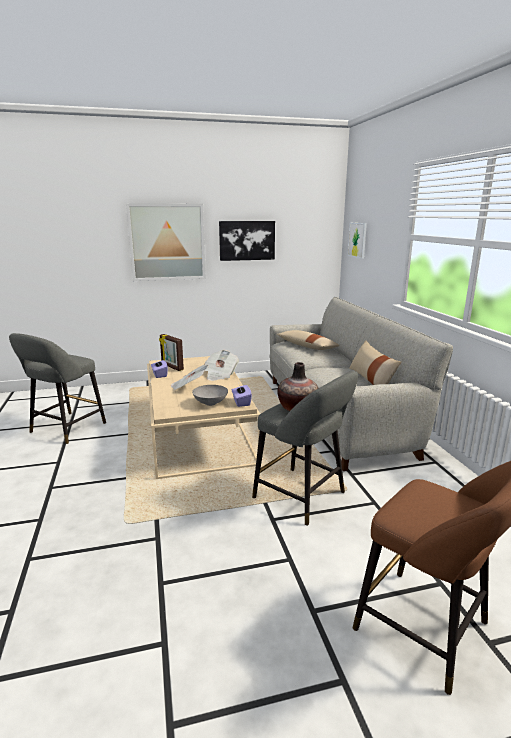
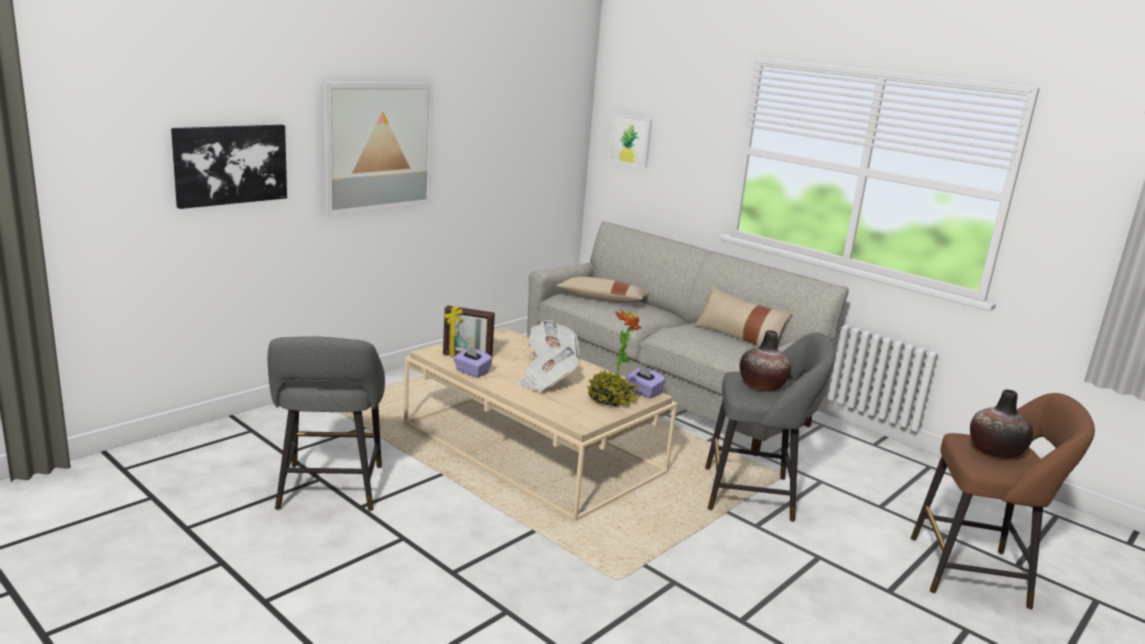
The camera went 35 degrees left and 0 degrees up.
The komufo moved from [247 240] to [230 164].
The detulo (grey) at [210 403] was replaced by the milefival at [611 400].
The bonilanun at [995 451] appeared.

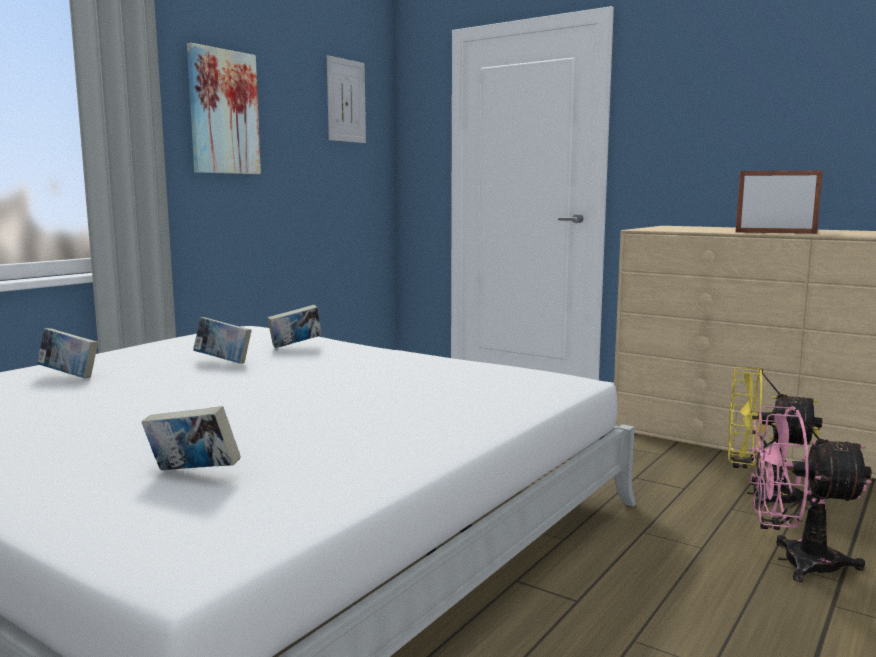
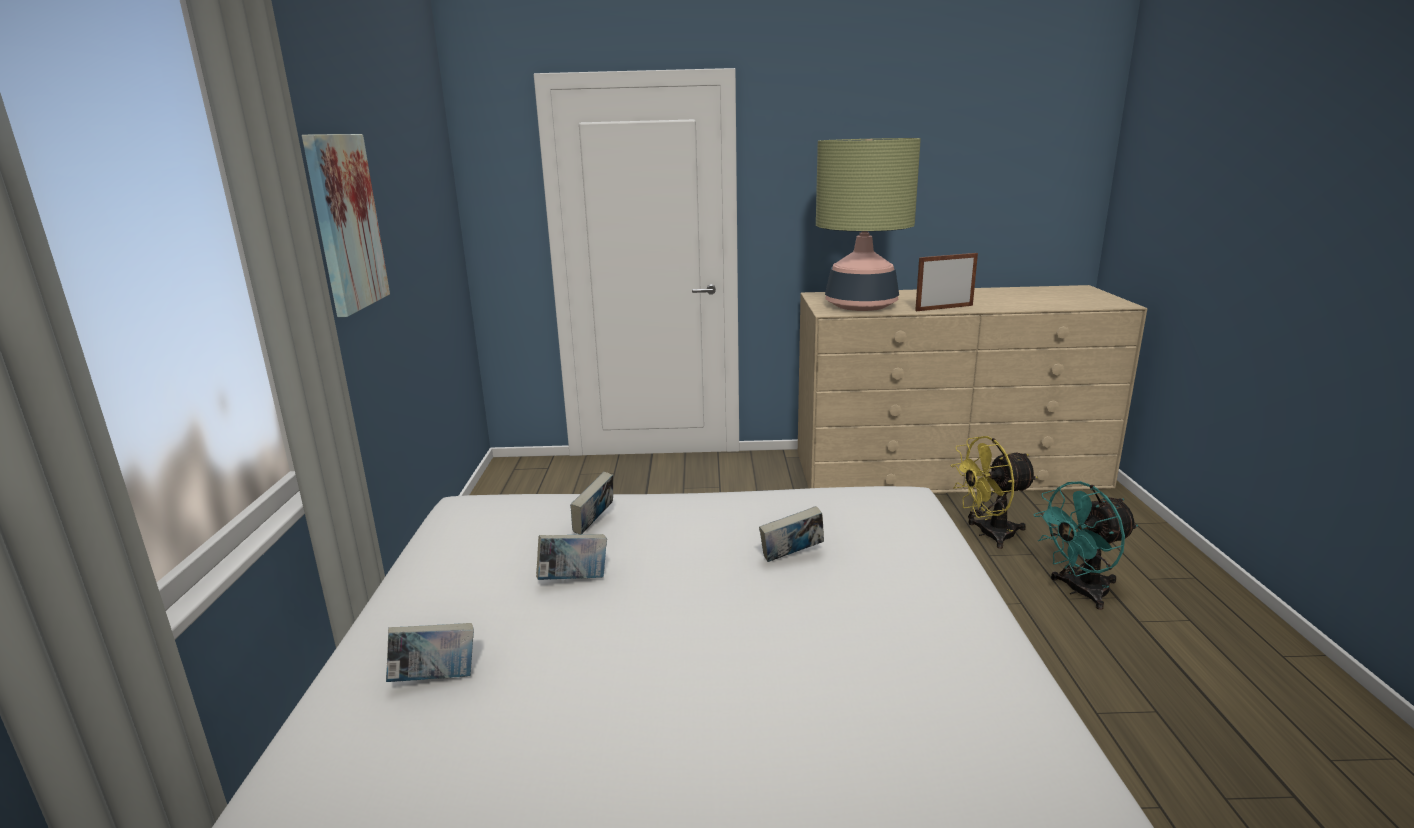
The camera went 35 degrees left and 10 degrees up.
The komufo at [346 100] disappeared.
The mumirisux moved from [193 474] to [791 557].
The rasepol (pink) at [795 562] became the rasepol (turquoise) at [1079 591].
The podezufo at [861 305] appeared.

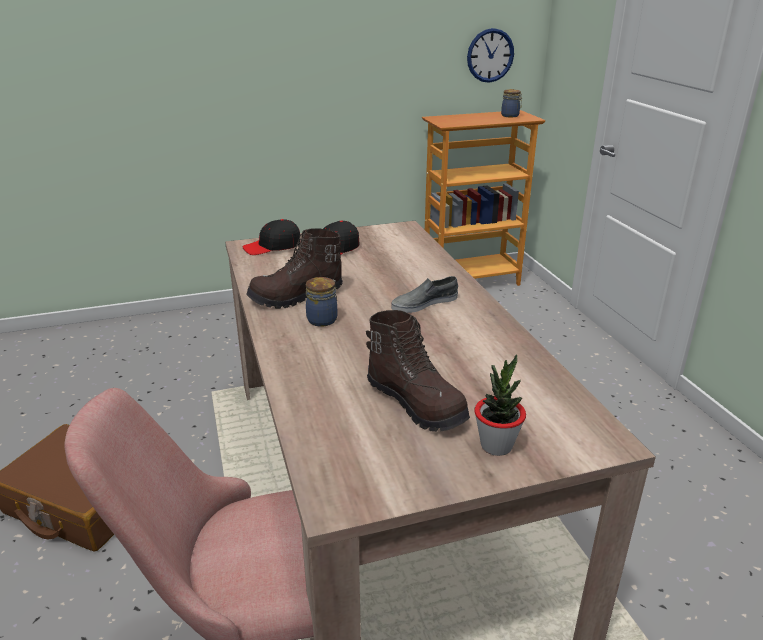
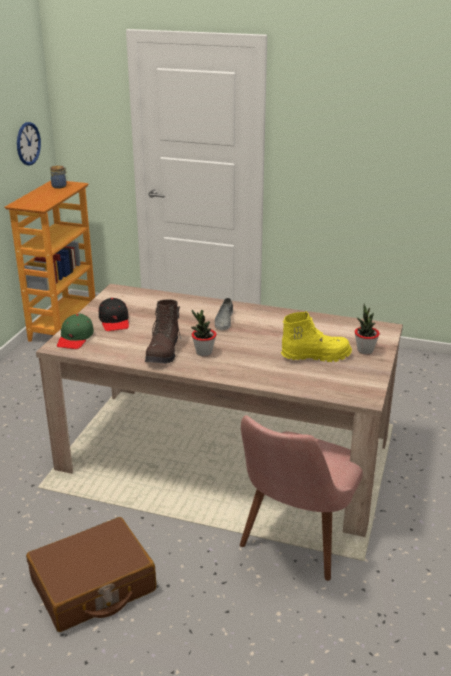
The camera went 55 degrees left and 0 degrees up.
The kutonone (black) at [273 246] became the kutonone (green) at [75 338].
The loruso at [323 319] was replaced by the milefival at [204 352].
The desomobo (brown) at [417 403] became the desomobo (yellow) at [315 356].

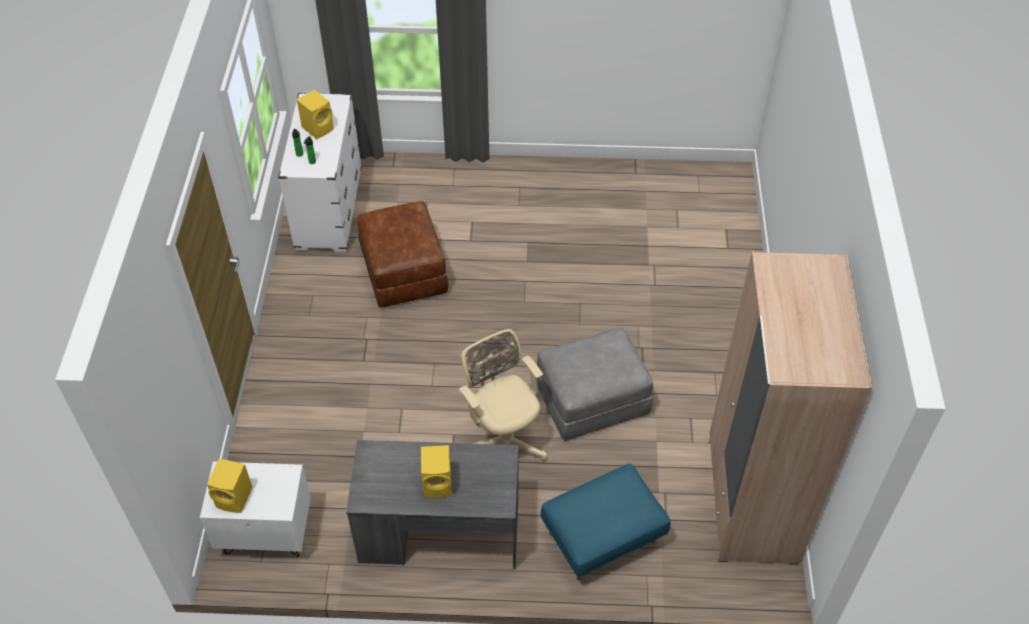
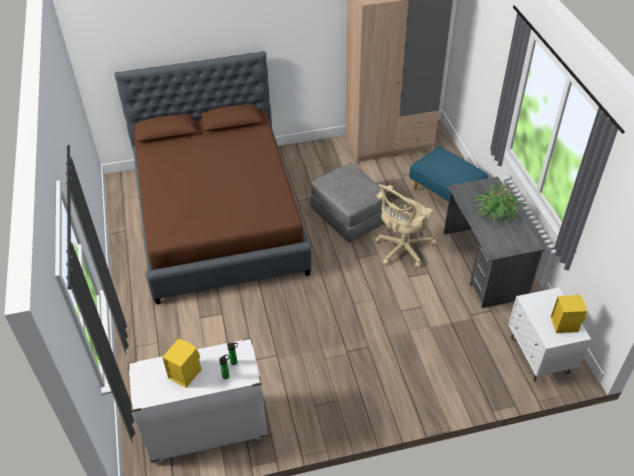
The camera went 105 degrees left and 5 degrees down.
The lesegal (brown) at [404 272] disappeared.
The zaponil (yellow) at [438 483] was replaced by the milefival at [496 212].
The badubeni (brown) at [219 219] appeared.

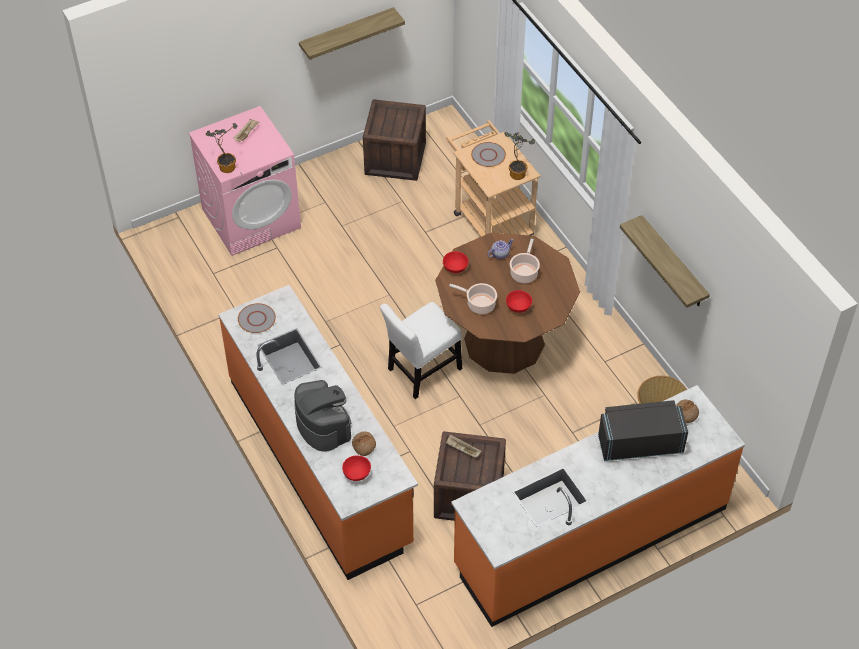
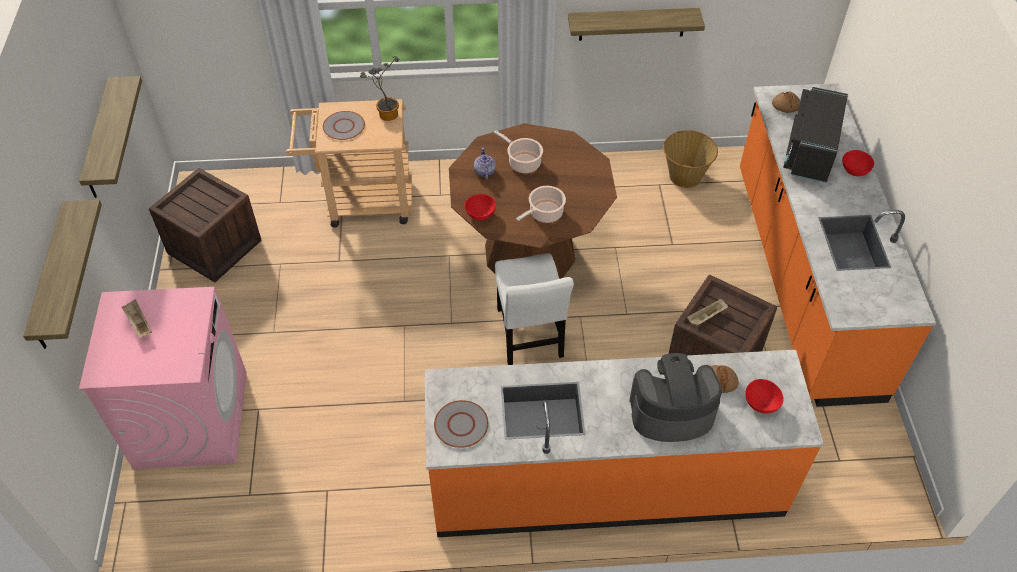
The camera went 65 degrees left and 0 degrees up.
The milefival at [225 166] disappeared.
The detulo (red) moved from [517 307] to [854 171].
The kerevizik at [51 279] appeared.

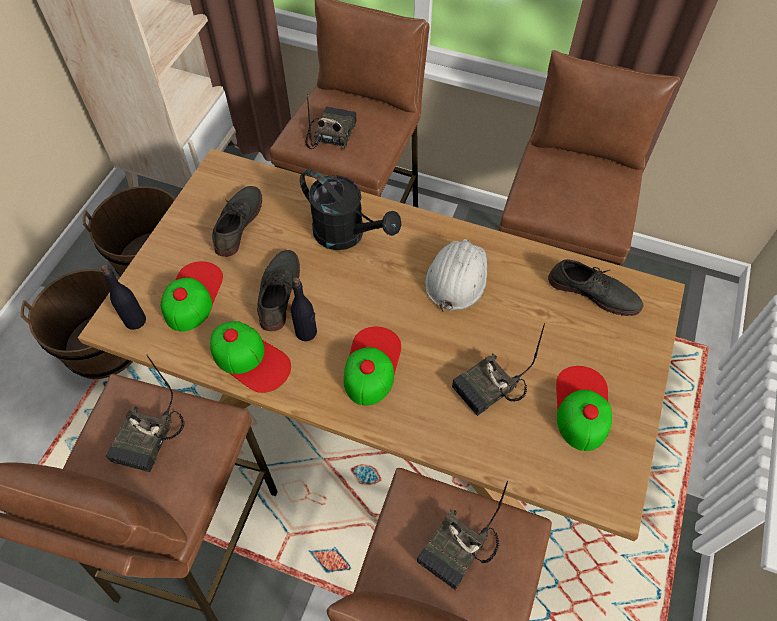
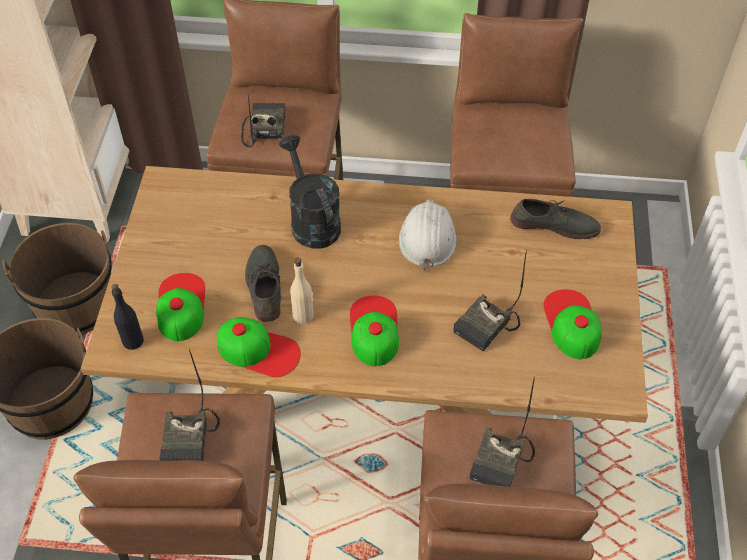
The camera went 15 degrees left and 5 degrees down.
The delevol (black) at [347 235] turned 135 degrees counterclockwise.
The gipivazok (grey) at [238 223] disappeared.
The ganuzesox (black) at [306 332] became the ganuzesox (beige) at [303 315].

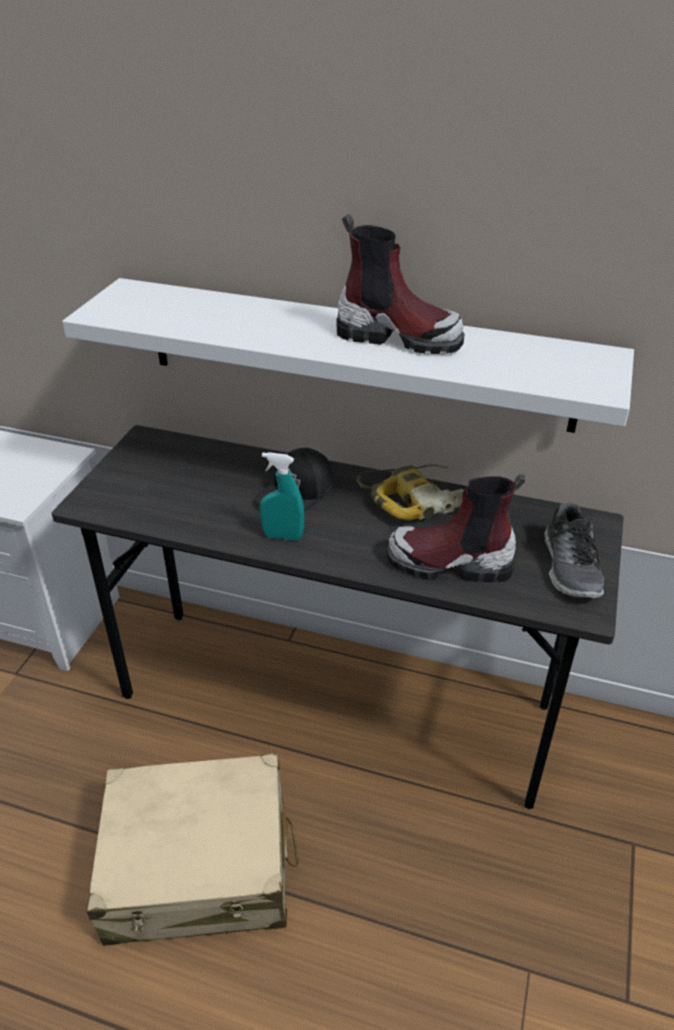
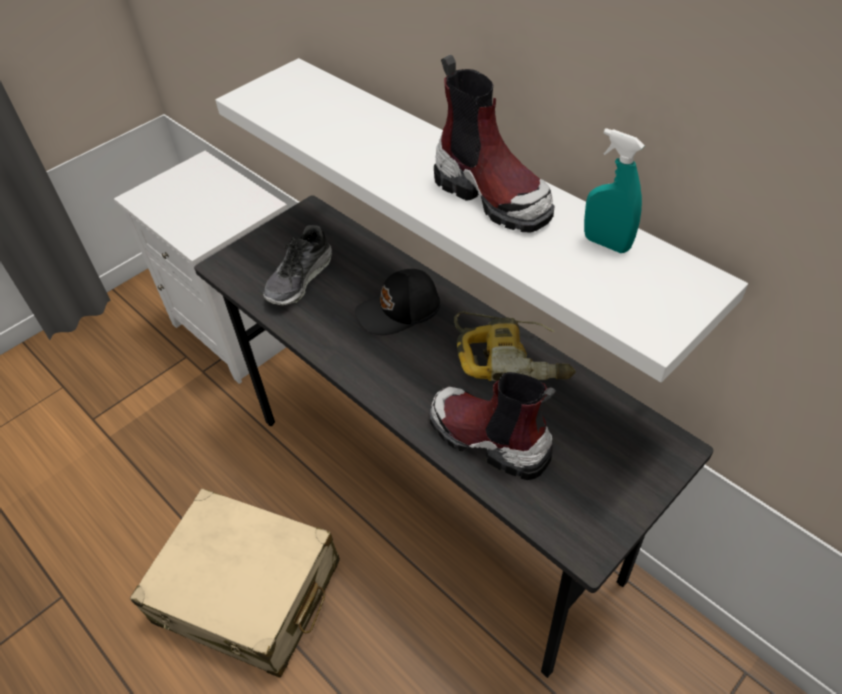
The camera went 30 degrees right and 10 degrees up.
The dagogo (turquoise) moved from [283 536] to [606 243].
The gipivazok moved from [571 567] to [300 279].

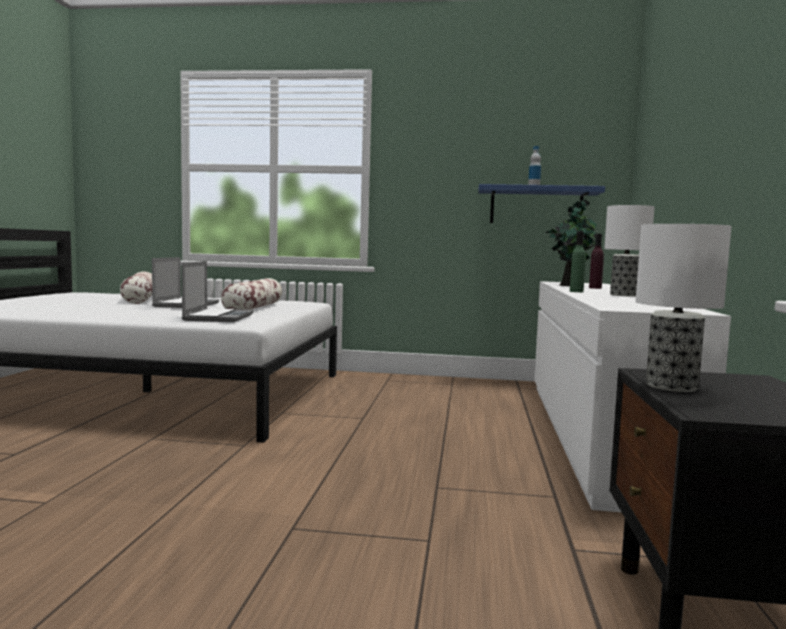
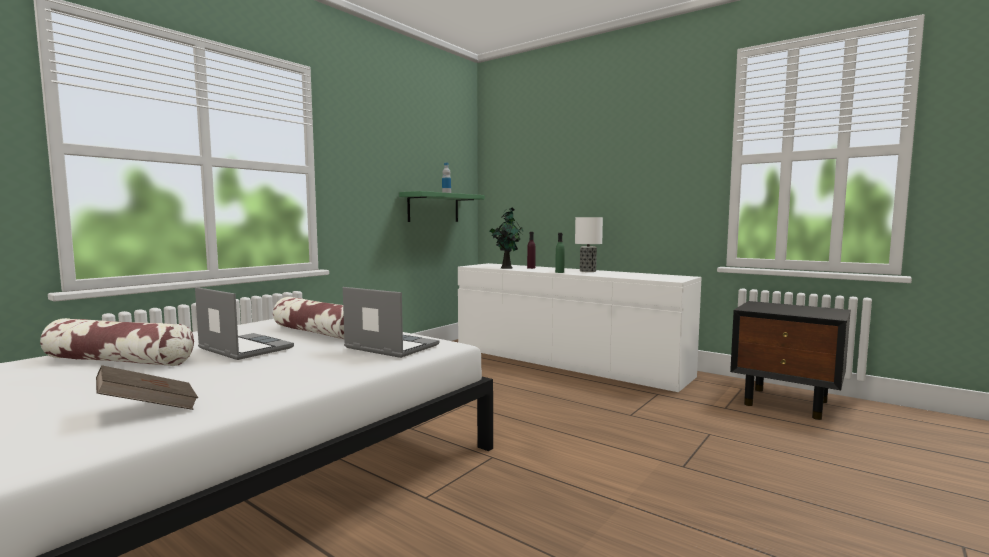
The camera went 60 degrees left and 0 degrees up.
The kerevizik (blue) at [536 206] became the kerevizik (green) at [433 208].
The podezufo at [671 386] disappeared.
The mumirisux (brown) at [148 409] appeared.

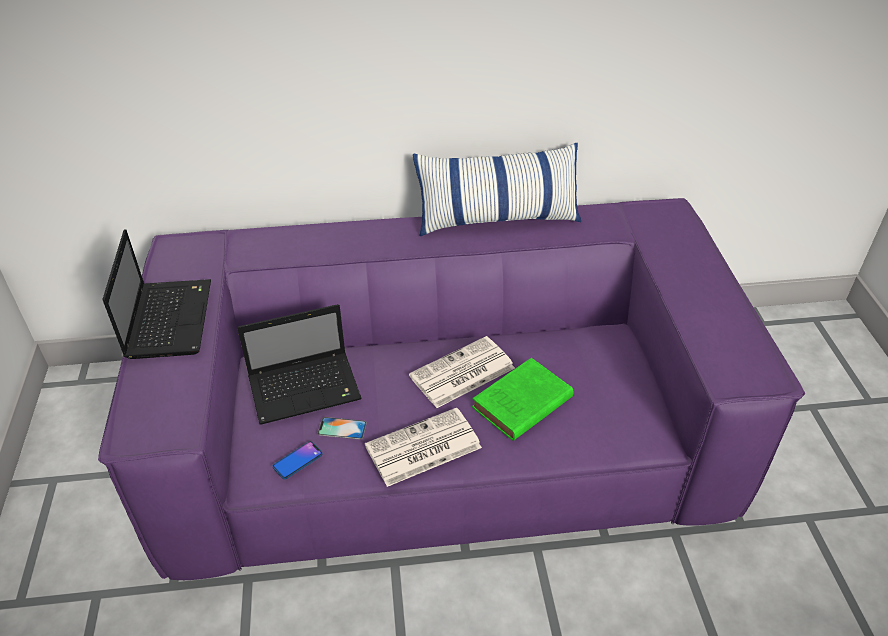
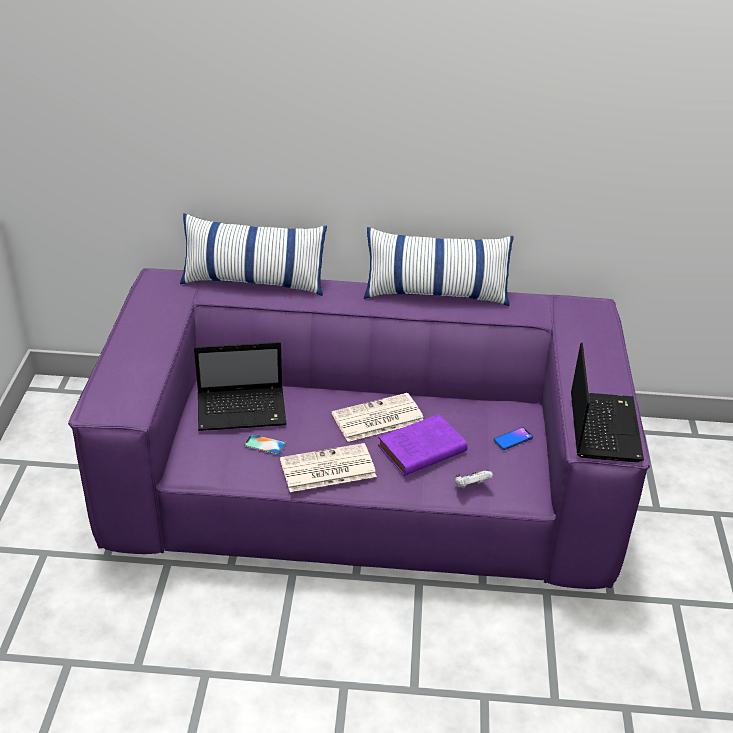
The camera went 10 degrees right and 5 degrees down.
The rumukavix moved from [169 318] to [603 426].
The mumirisux (green) at [520 404] became the mumirisux (purple) at [420 450].
The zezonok moved from [297 460] to [513 439].
The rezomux at [253 281] appeared.
The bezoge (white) at [471 486] appeared.

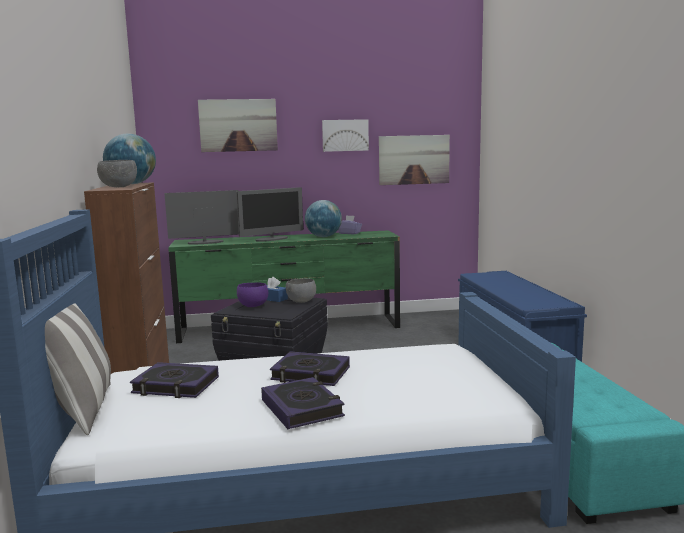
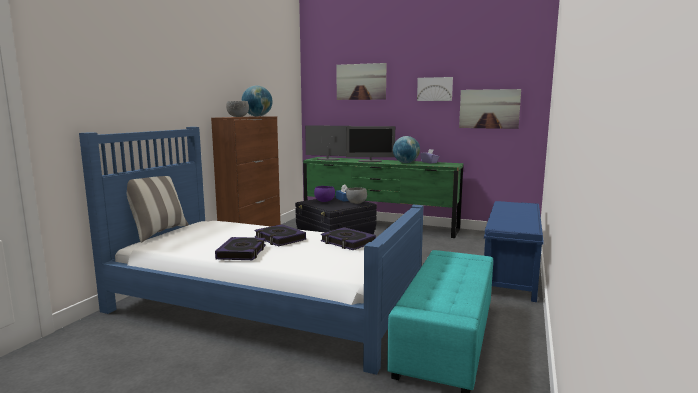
The camera went 30 degrees right and 0 degrees up.
The mumirisux moved from [176 386] to [347 242].

